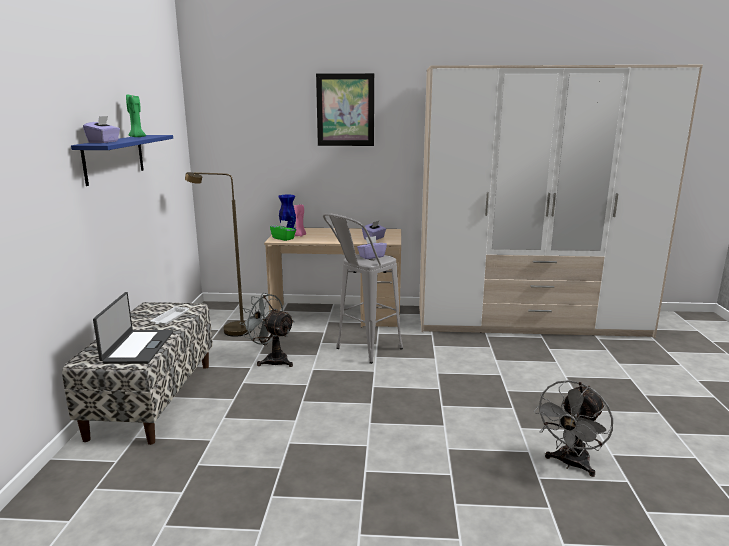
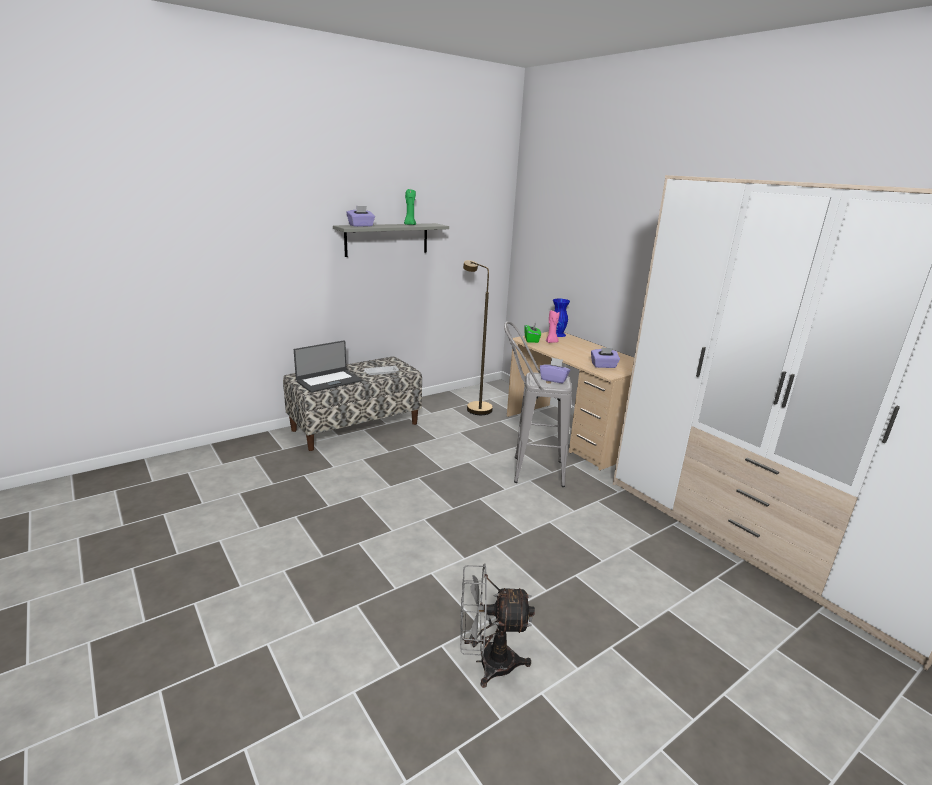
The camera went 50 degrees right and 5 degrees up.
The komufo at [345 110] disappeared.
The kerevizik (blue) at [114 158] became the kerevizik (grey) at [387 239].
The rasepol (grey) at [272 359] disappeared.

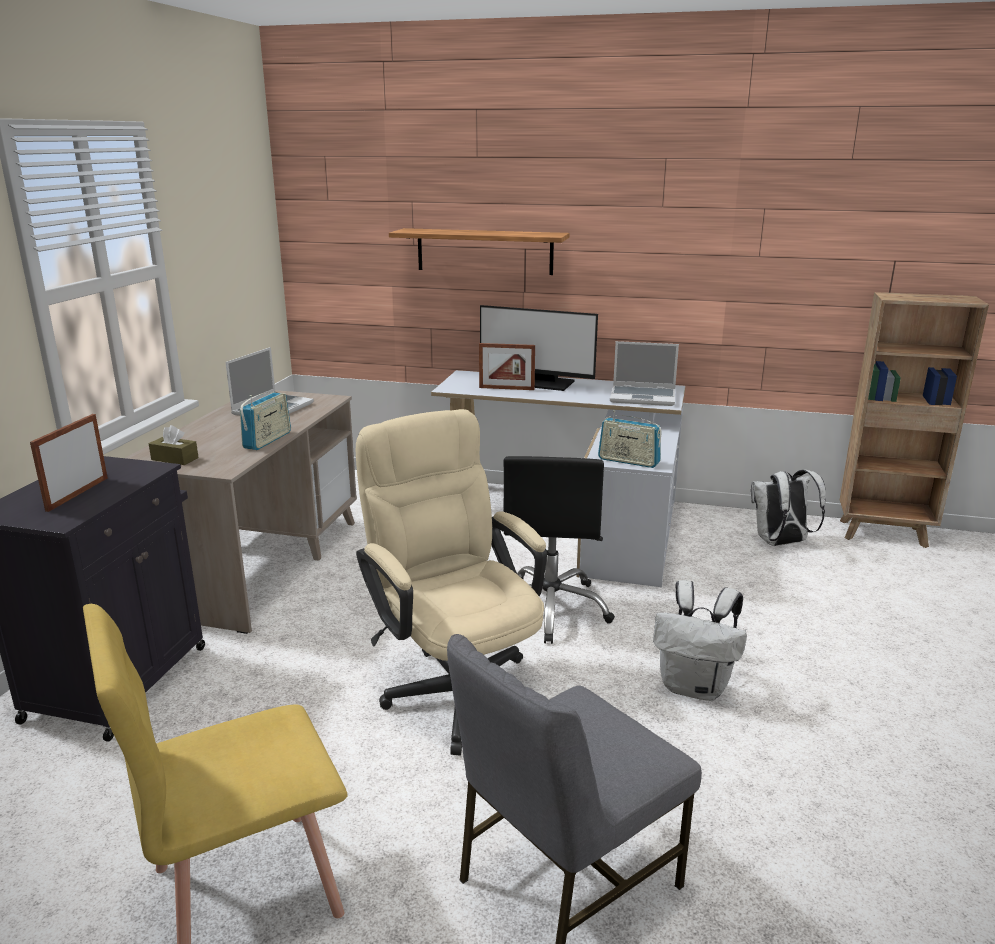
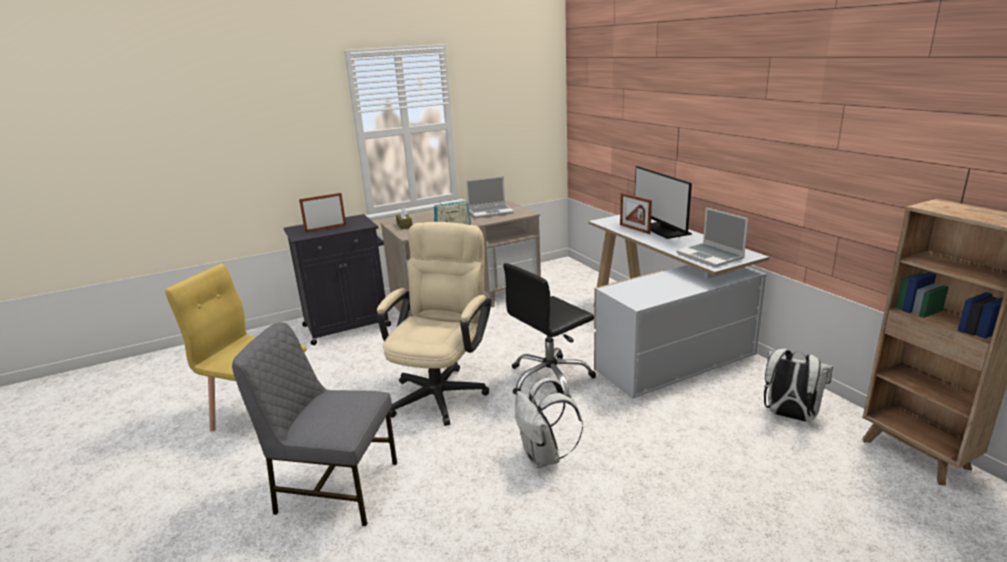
The camera went 50 degrees right and 0 degrees up.
The kerevizik at [484 251] disappeared.
The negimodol at [628 461] disappeared.

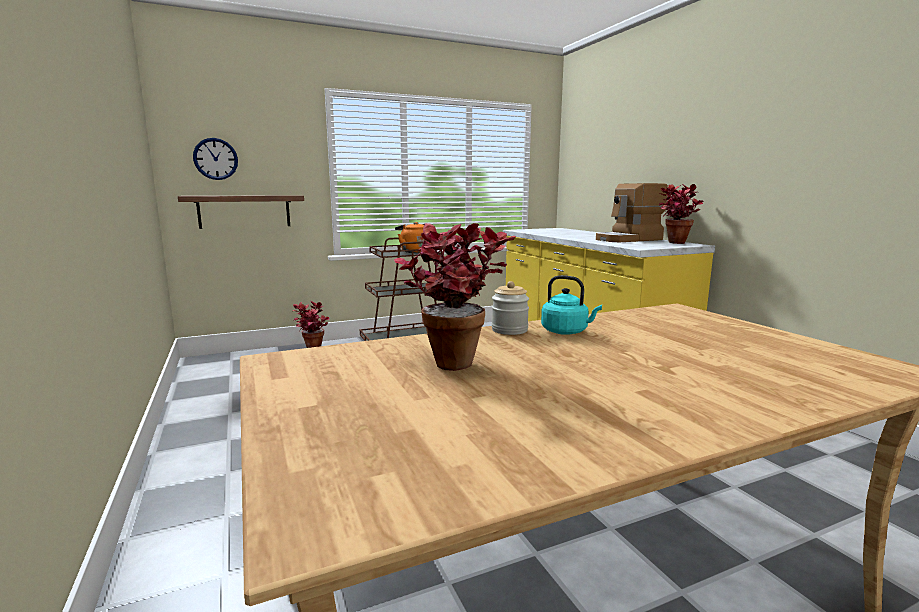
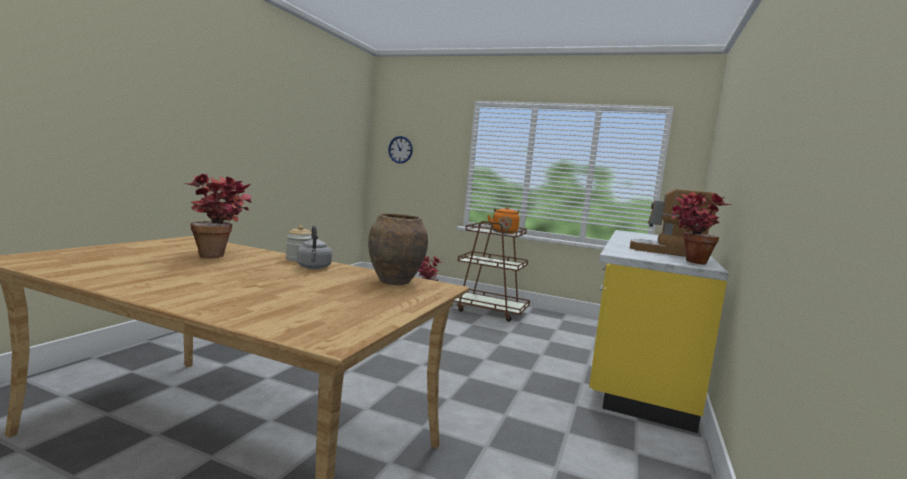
The camera went 45 degrees right and 5 degrees down.
The kerevizik at [244 211] disappeared.
The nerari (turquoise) at [567 332] became the nerari (grey) at [314 268].
The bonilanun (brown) at [394 282] appeared.

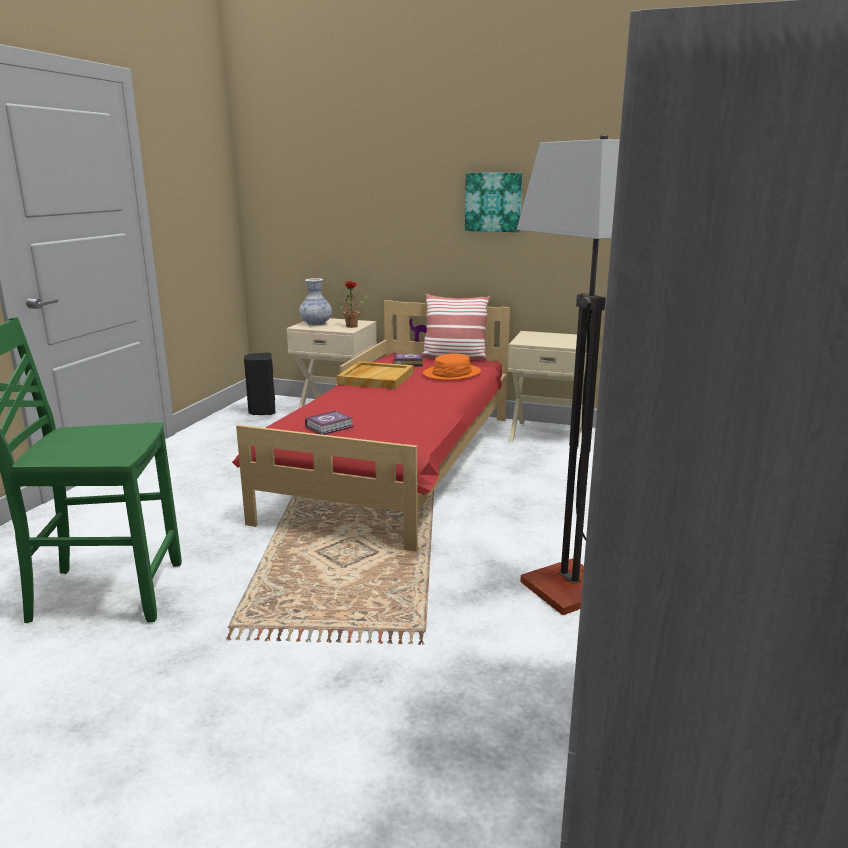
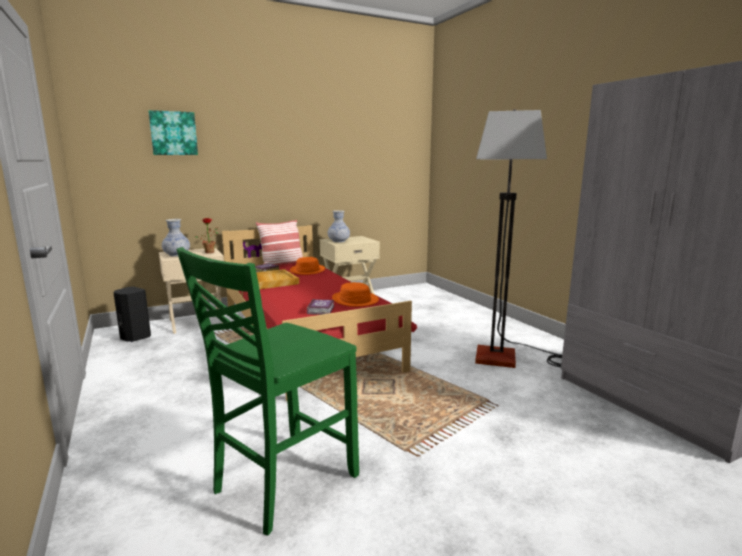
The camera went 45 degrees left and 5 degrees down.
The komufo moved from [493 202] to [173 133].
The bonilanun at [339 241] appeared.
The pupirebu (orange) at [355 300] appeared.

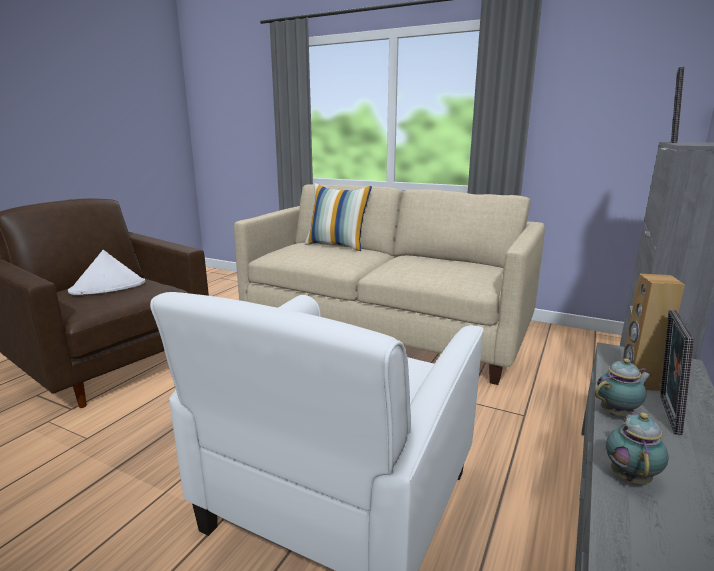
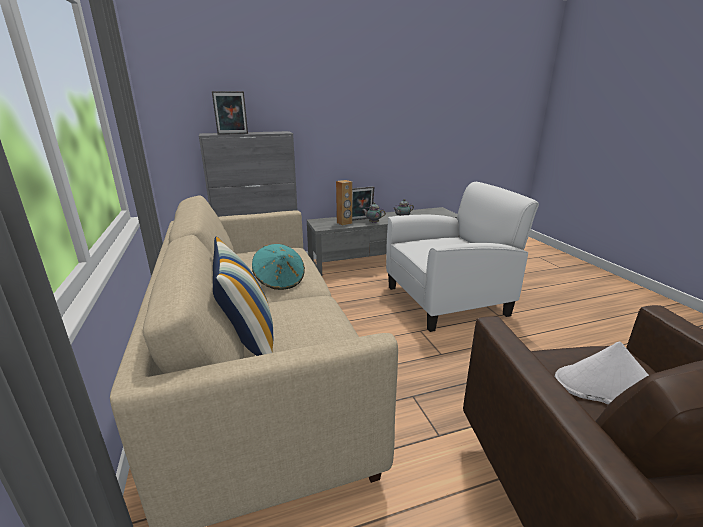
The camera went 135 degrees left and 5 degrees up.
The pupirebu (turquoise) at [280 281] appeared.

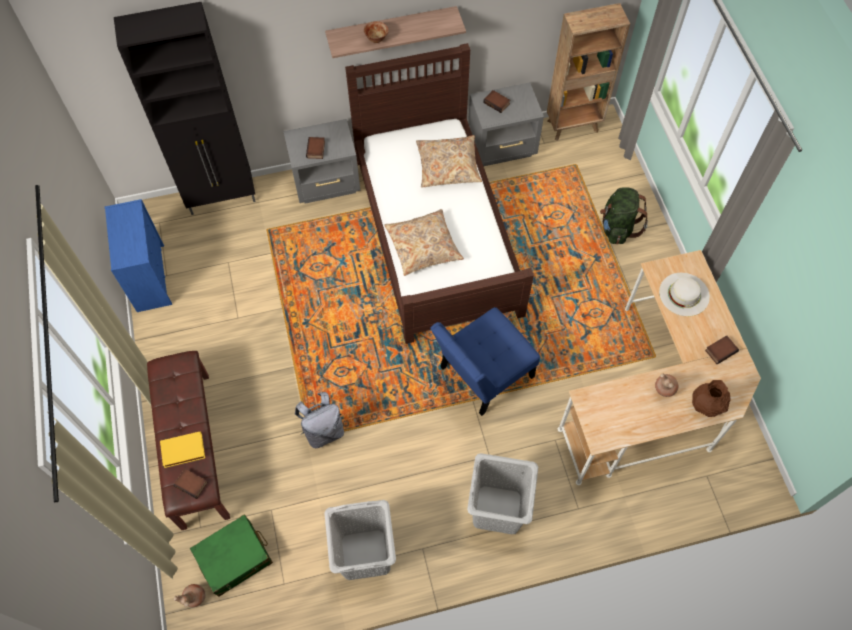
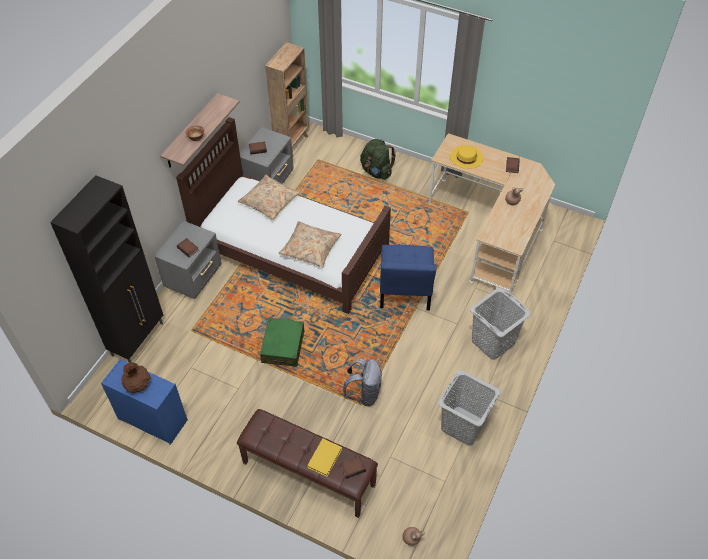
The camera went 50 degrees left and 10 degrees down.
The pupirebu (white) at [684 294] became the pupirebu (yellow) at [466 157].
The bonilanun (brown) moved from [707 405] to [138 384].
The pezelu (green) moved from [234 558] to [283 347].

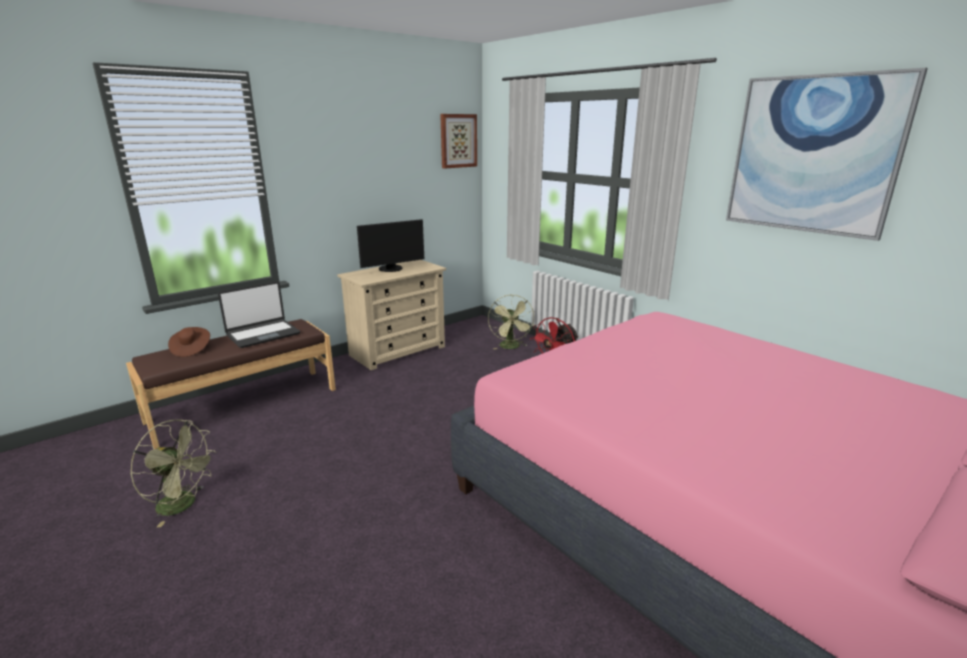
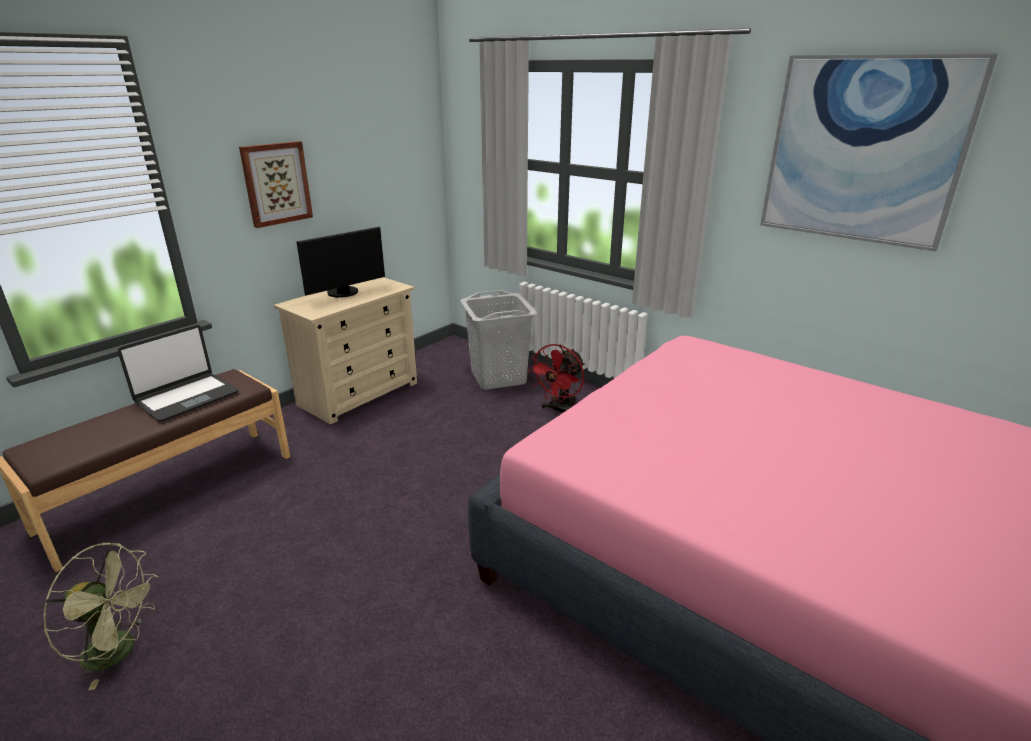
The camera went 10 degrees left and 5 degrees up.
The komufo moved from [458 141] to [276 183].
The rasepol (green) at [511 347] was replaced by the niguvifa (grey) at [499 377].
The pupirebu (brown) at [191 349] disappeared.

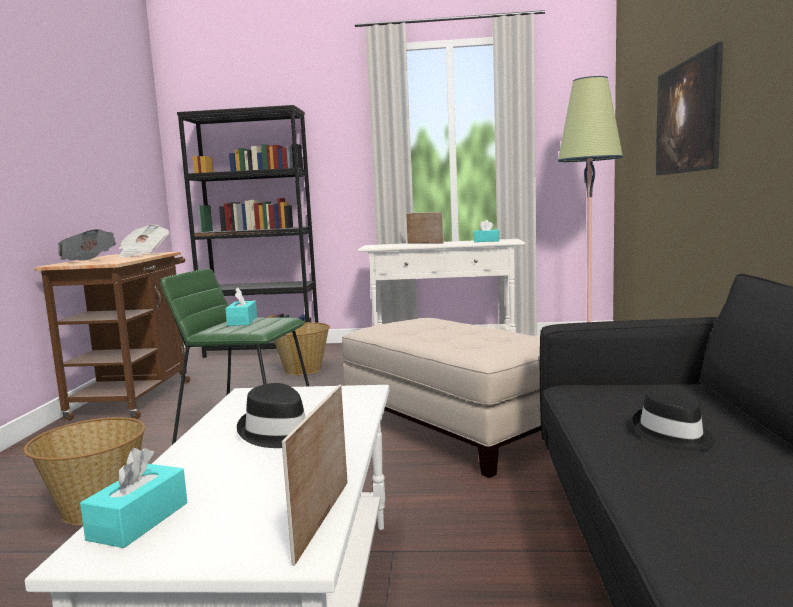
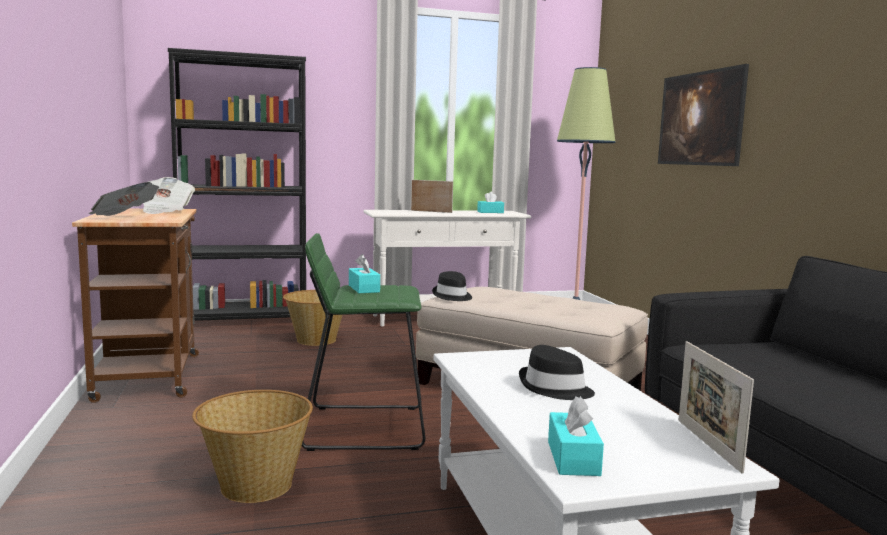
The camera went 20 degrees left and 0 degrees up.
The pupirebu (black) moved from [673 434] to [452 296].

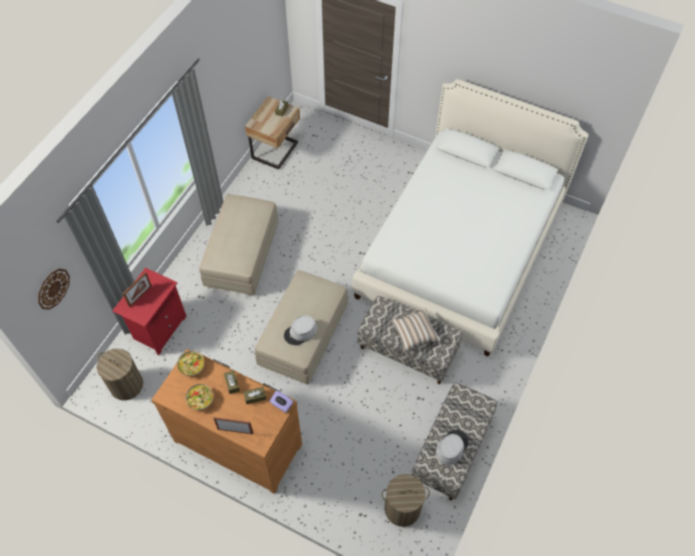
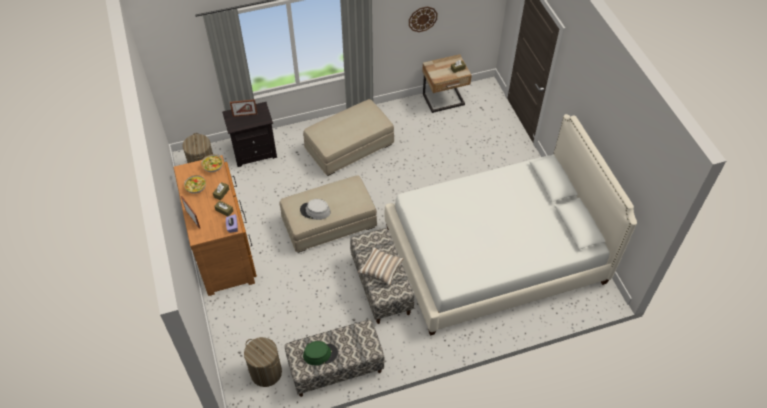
The camera went 45 degrees right and 5 degrees down.
The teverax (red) at [158 328] became the teverax (black) at [254 152].
The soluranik moved from [53 288] to [422 19].
The pupirebu (grey) at [451 447] became the pupirebu (green) at [320 354].

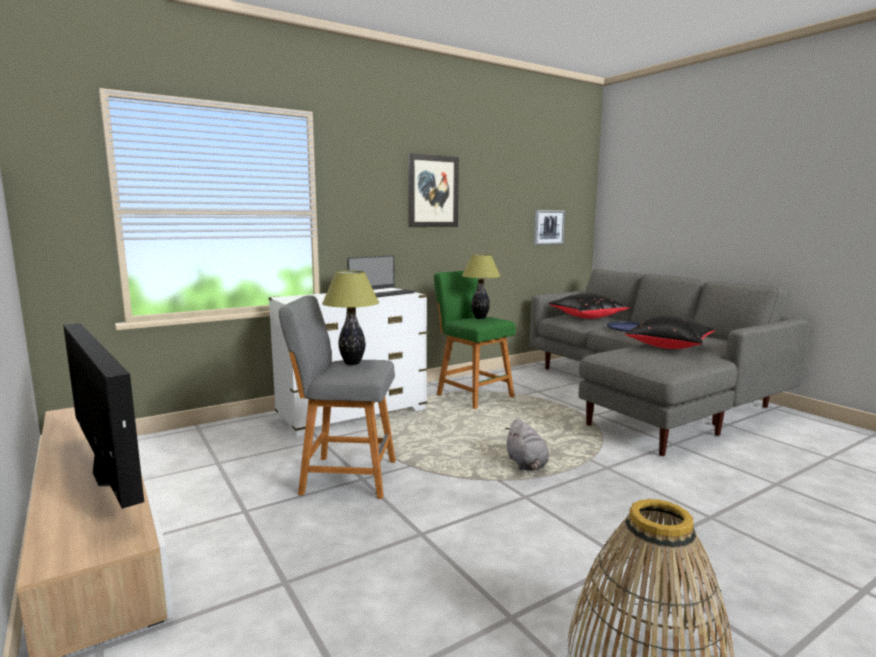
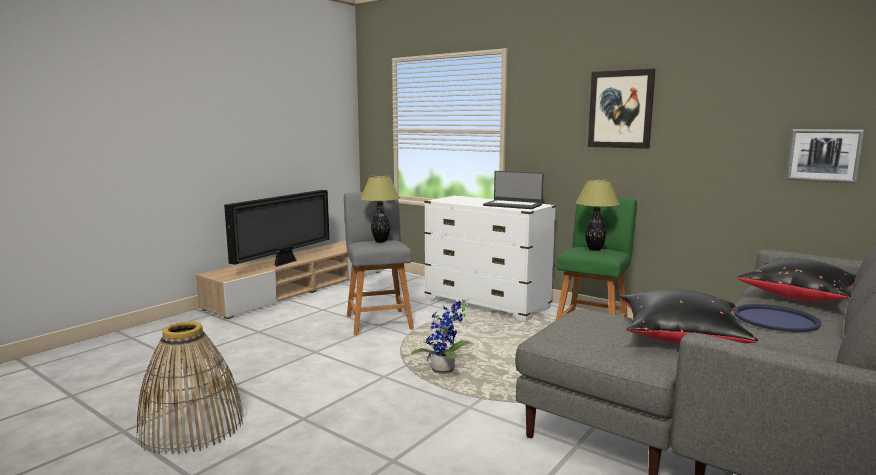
The camera went 70 degrees right and 0 degrees up.
The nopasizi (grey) at [526 464] was replaced by the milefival at [445 372].

